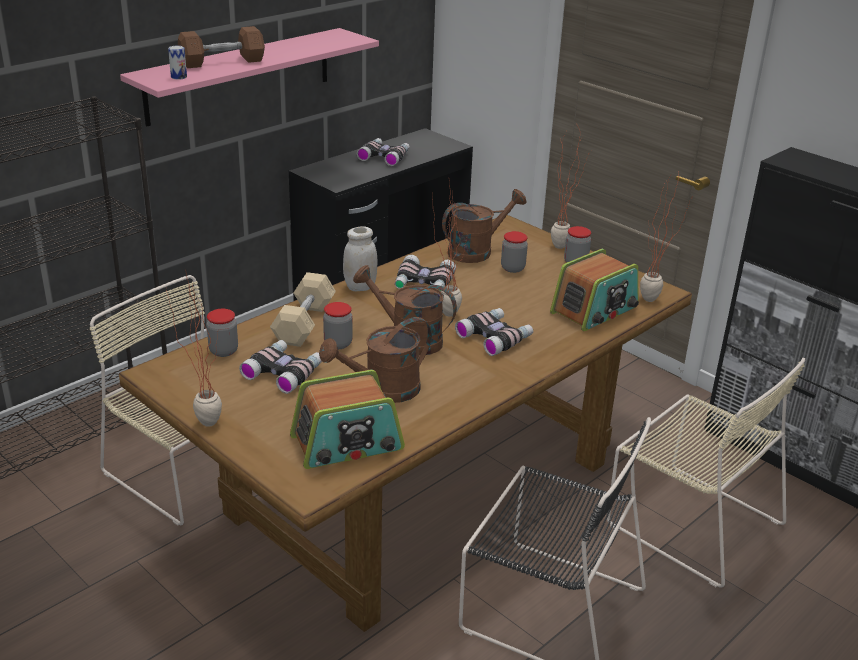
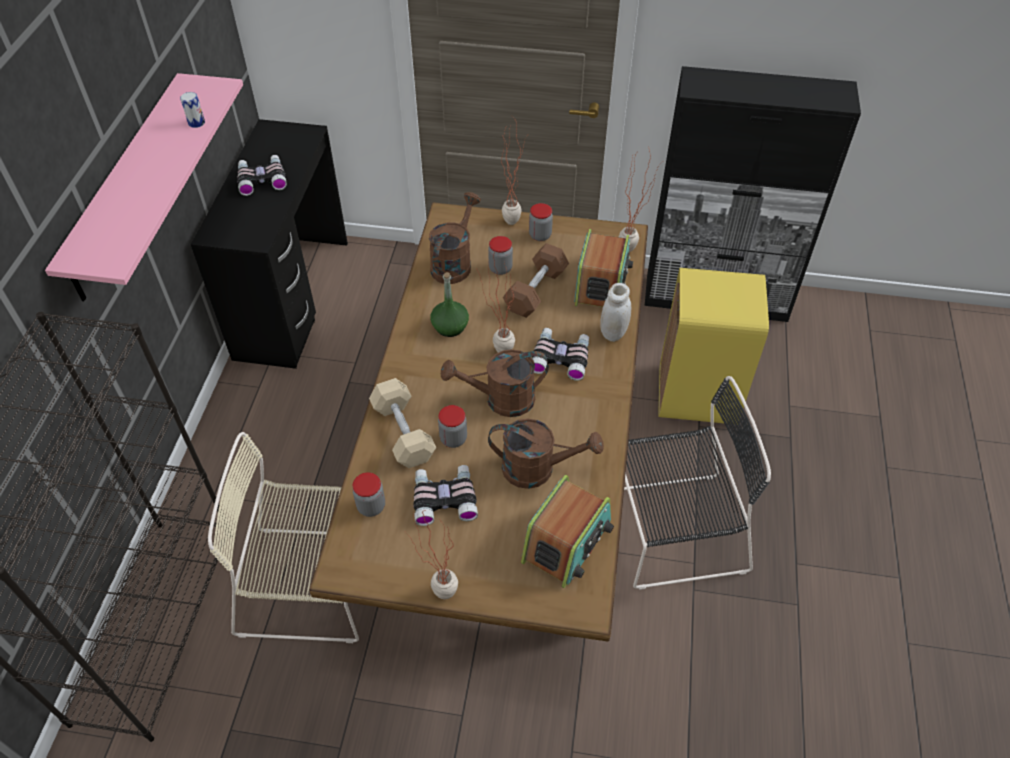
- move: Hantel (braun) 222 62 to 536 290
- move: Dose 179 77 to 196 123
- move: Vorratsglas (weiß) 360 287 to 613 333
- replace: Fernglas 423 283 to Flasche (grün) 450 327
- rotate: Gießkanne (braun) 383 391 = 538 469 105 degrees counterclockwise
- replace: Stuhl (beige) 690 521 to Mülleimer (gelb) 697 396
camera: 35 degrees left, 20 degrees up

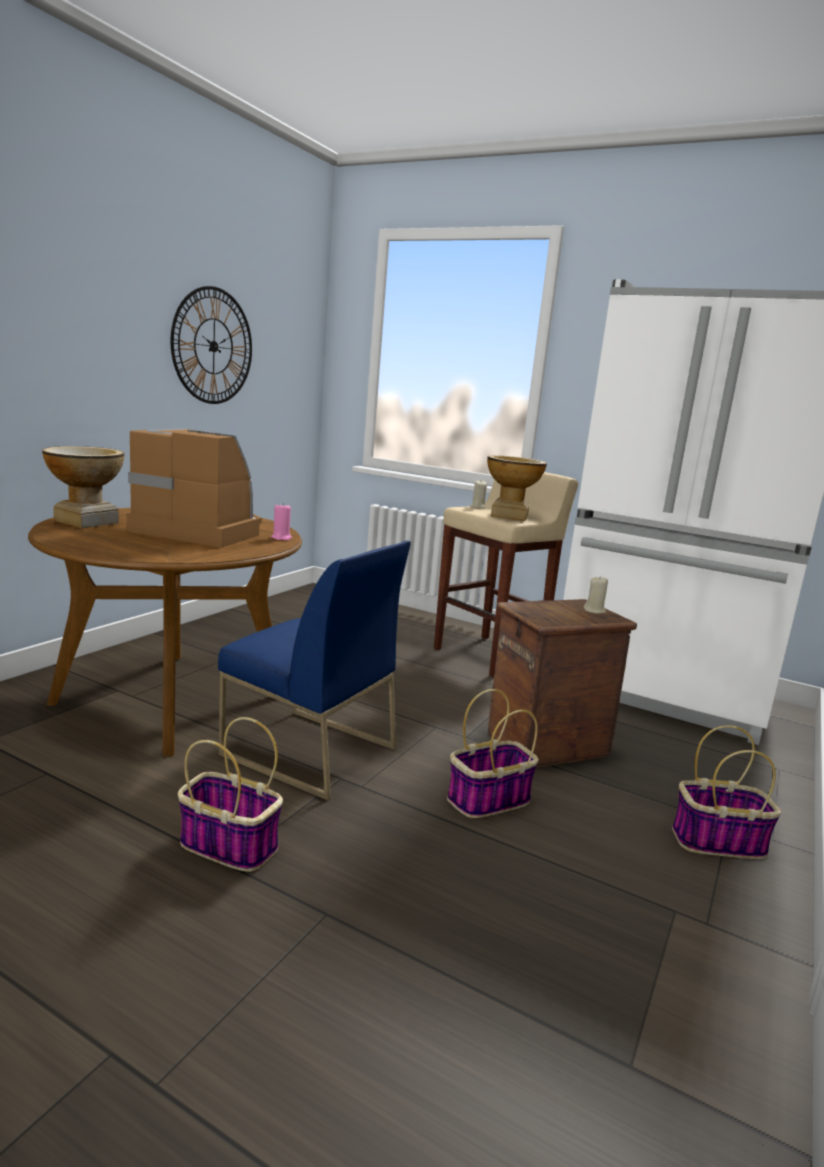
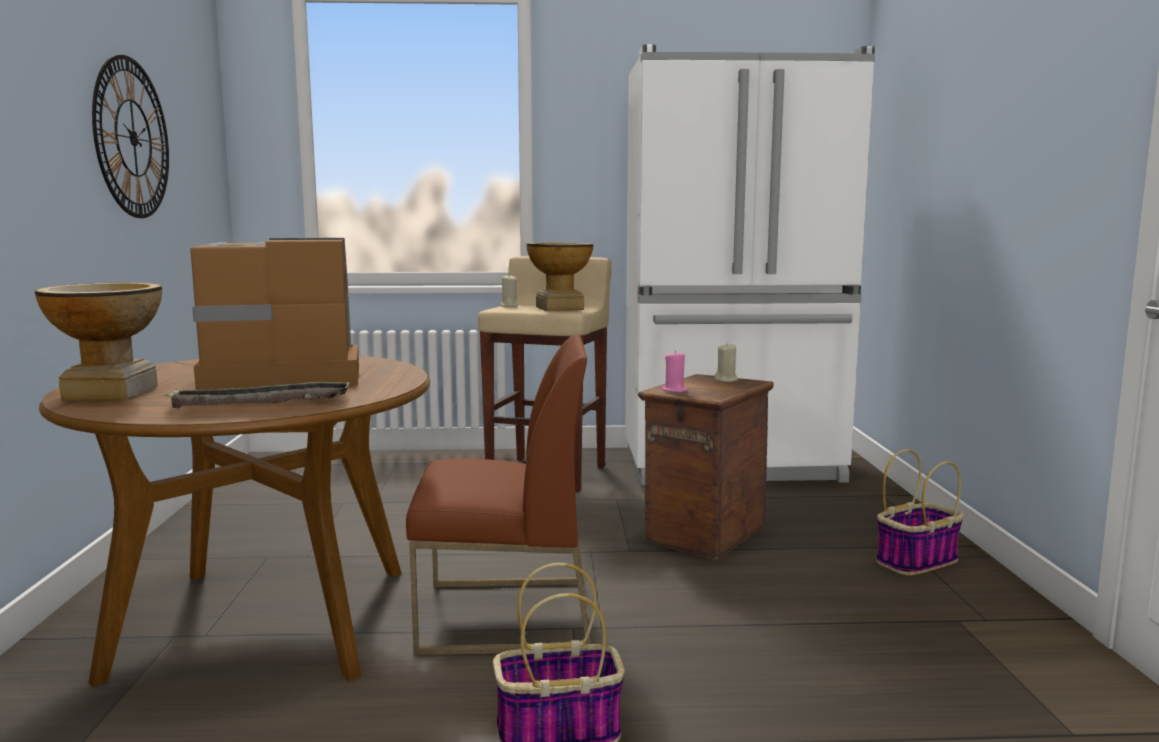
- move: Kerze (rosa) 281 538 to 675 390
- recolor: Stuhl (blau) 307 751 to Stuhl (braun) 504 616
- delete: Korb 488 800
- insert: Tablett 261 403
camera: 30 degrees left, 5 degrees down

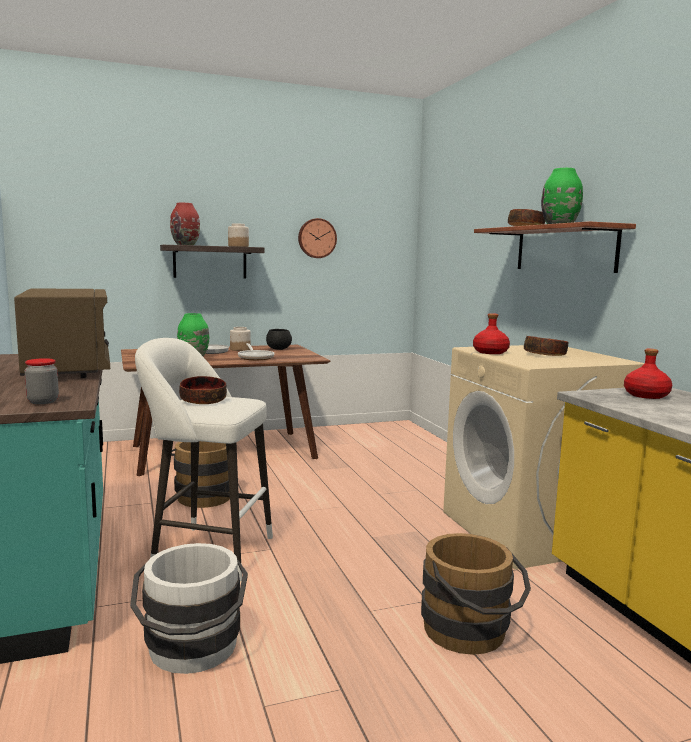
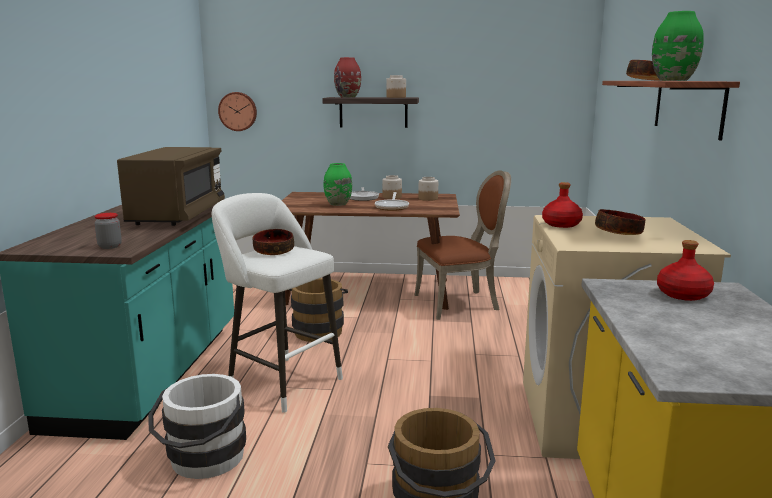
- move: Wanduhr 316 238 to 238 111
- replace: Schüssel (schwarz) 278 349 to Vorratsglas 427 198
- insert: Stuhl (braun) 460 303
camera: 25 degrees right, 5 degrees up

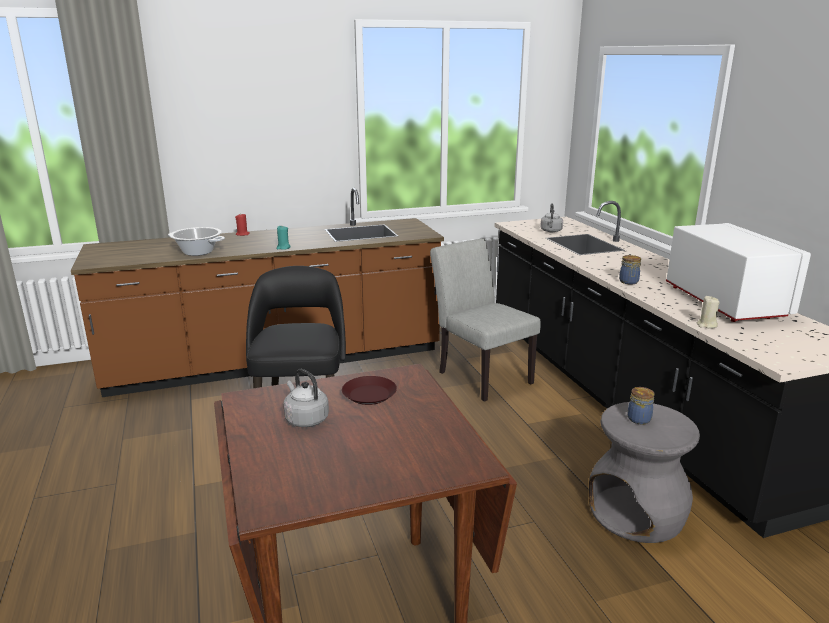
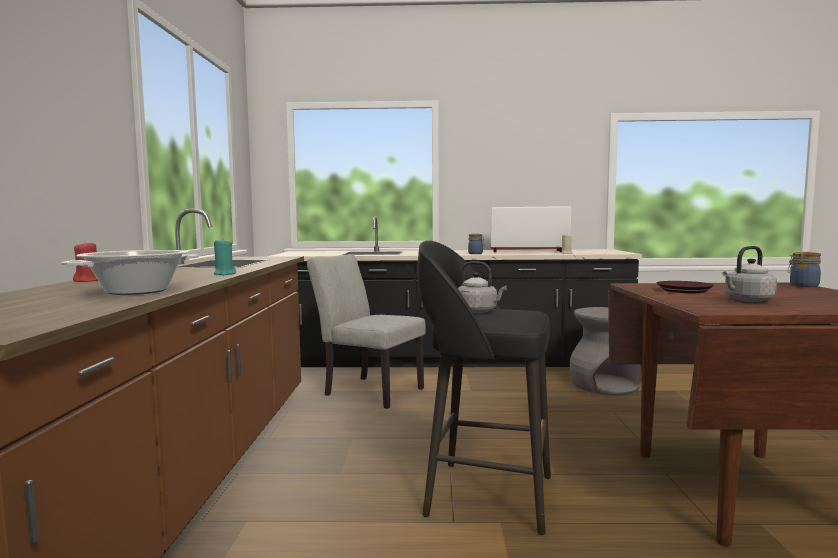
- move: Wasserkessel (grau) 551 231 to 479 311
- rotate: Stuhl (grau) 480 375 = 368 390 45 degrees clockwise
- move: Vorratsglas 639 418 to 802 285
camera: 70 degrees left, 15 degrees down

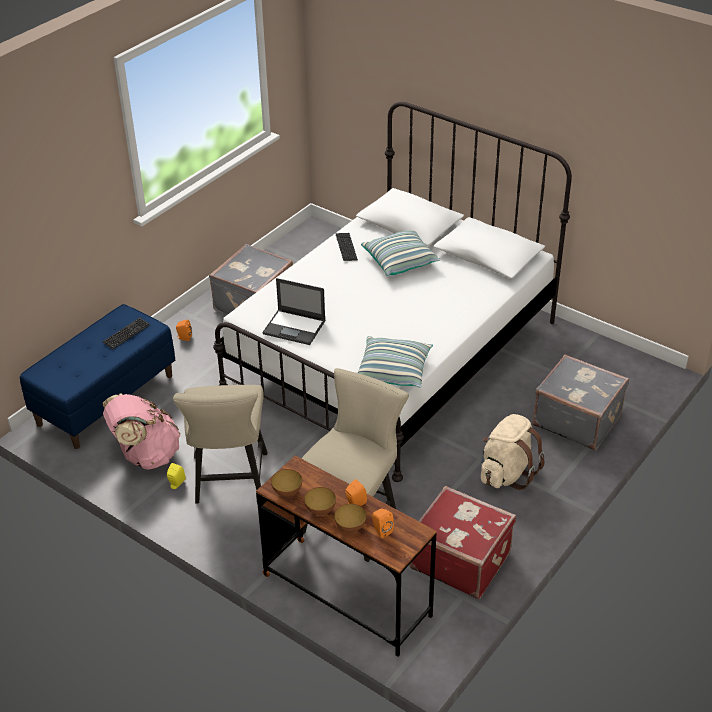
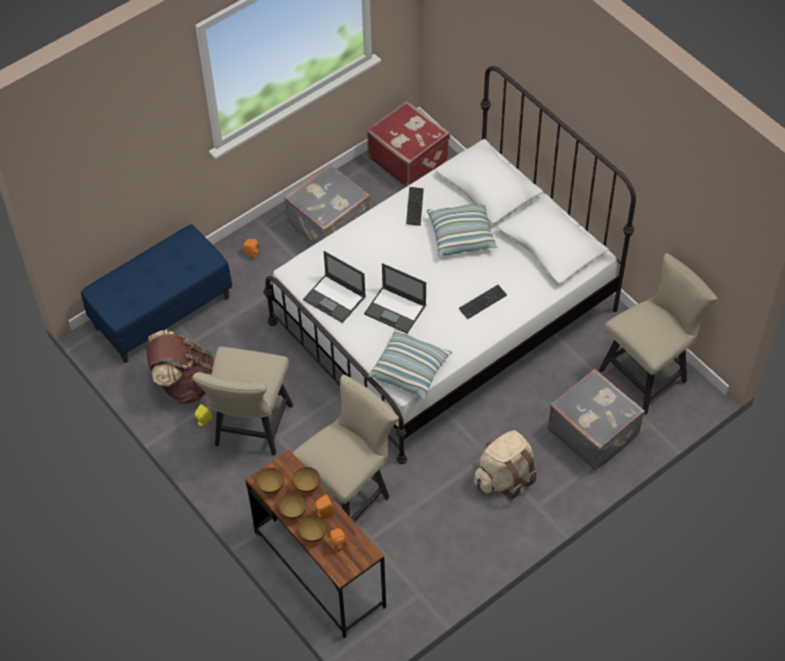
- move: Tastatur 126 334 to 482 302
- recolor: Rucksack (rosa) 146 455 to Rucksack (braun) 184 383
- move: Koffer (rot) 460 559 to 408 159
- insert: Stuhl (beige) 648 373
- insert: Laptop 396 310
- insert: Schüssel 307 486
camera: 15 degrees right, 15 degrees up

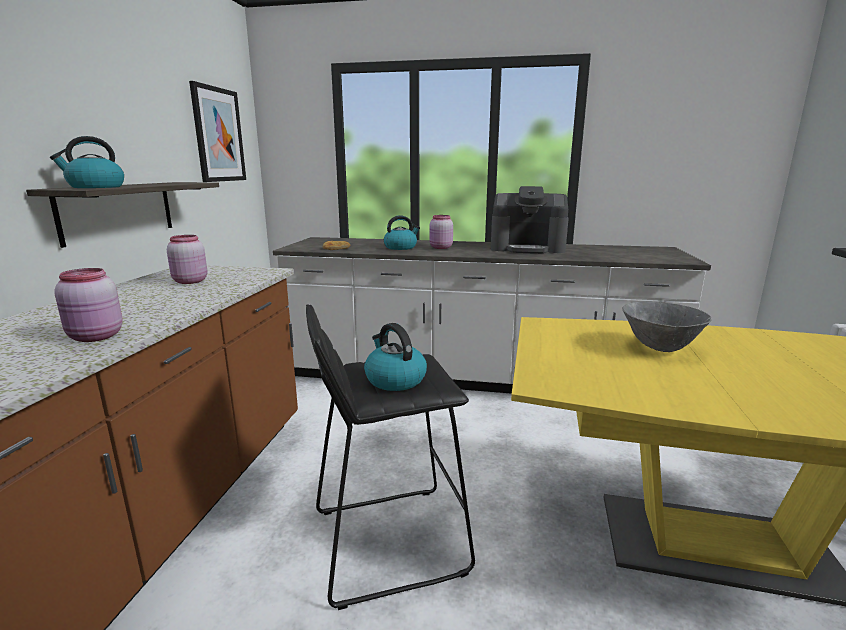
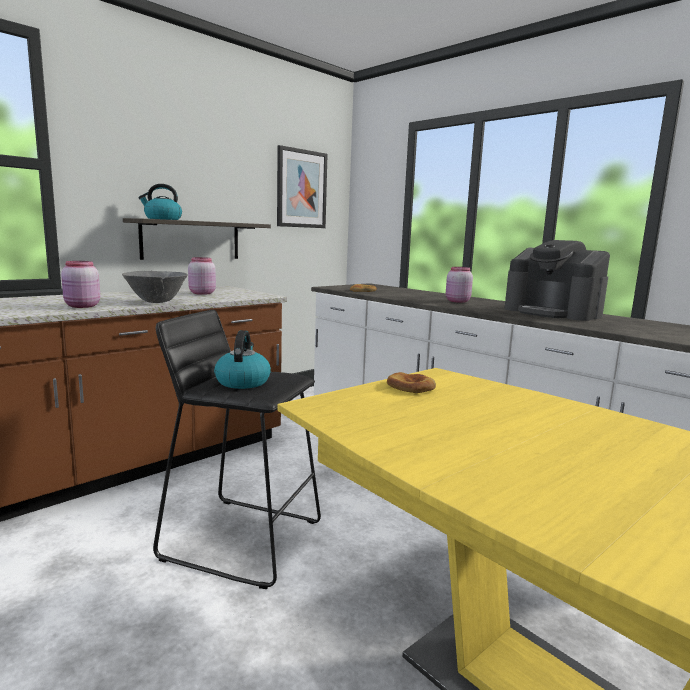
- delete: Wasserkessel 401 247
- move: Schüssel (grau) 659 348 to 157 302
- insert: Brot 411 387
camera: 35 degrees right, 5 degrees down

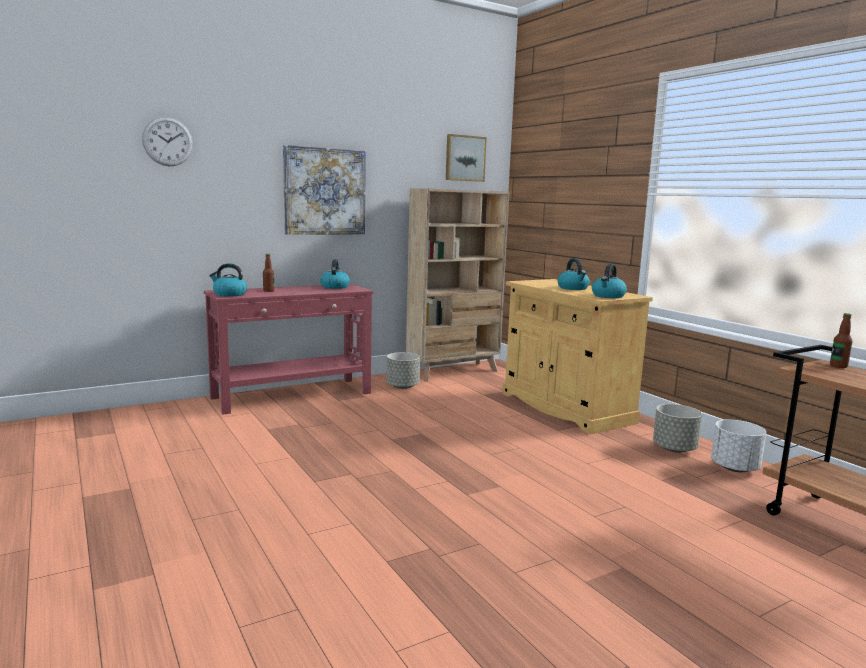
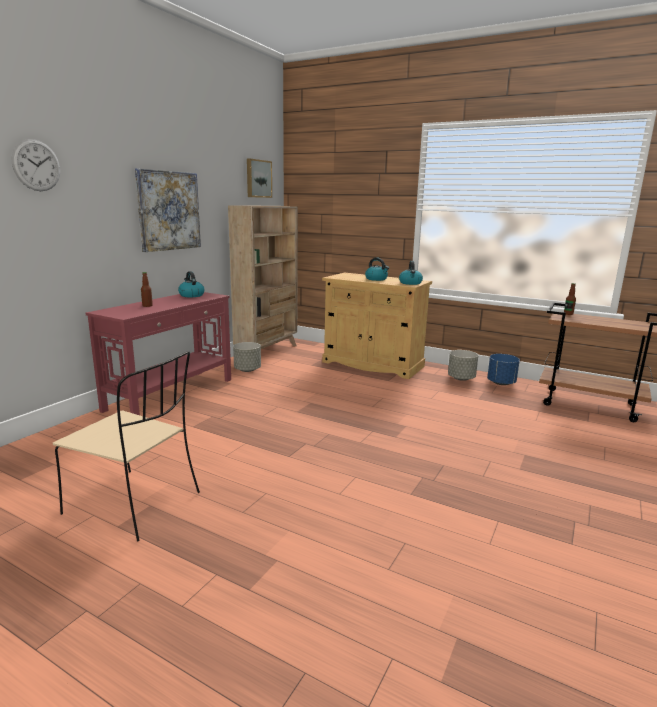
- delete: Wasserkessel 229 294
- recolor: Pflanzkübel (weiß) 734 468 to Pflanzkübel (blau) 501 383
- insert: Stuhl (beige) 136 504
camera: 30 degrees left, 5 degrees up

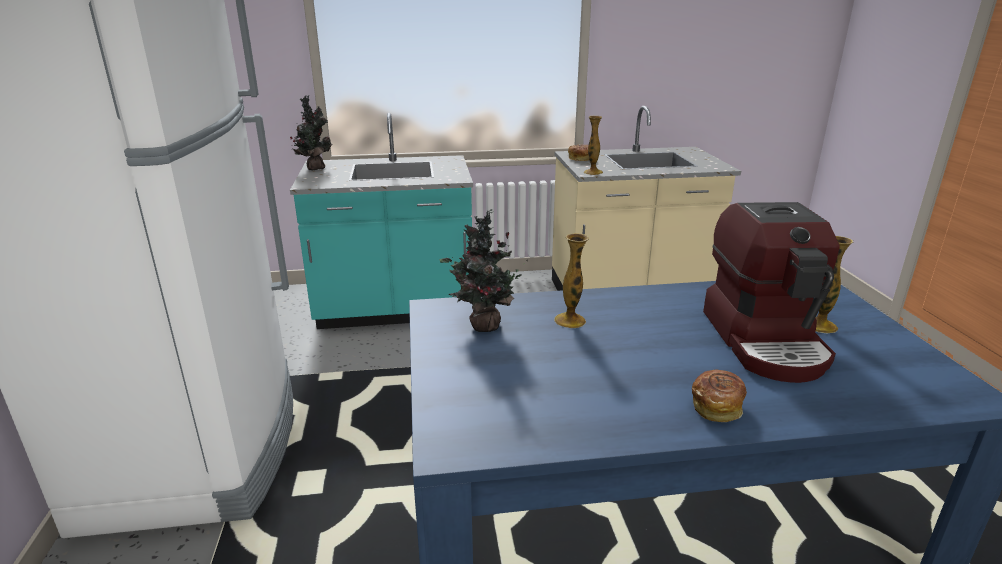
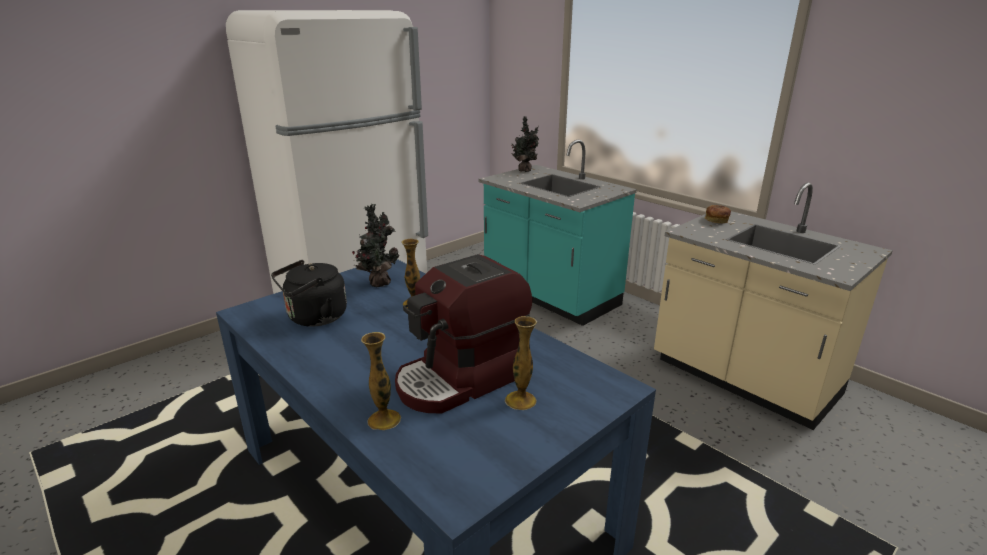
- move: Vase 593 172 to 384 420
- delete: Brot 717 406
- insert: Wasserkessel (schwarz) 314 318
camera: 55 degrees right, 0 degrees up

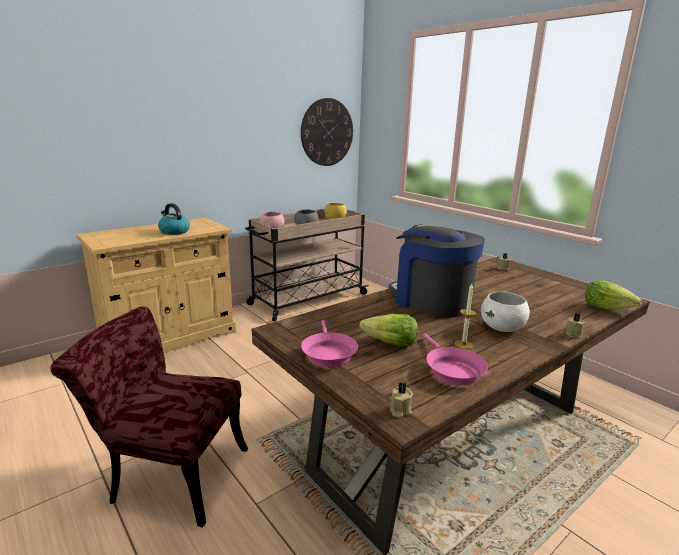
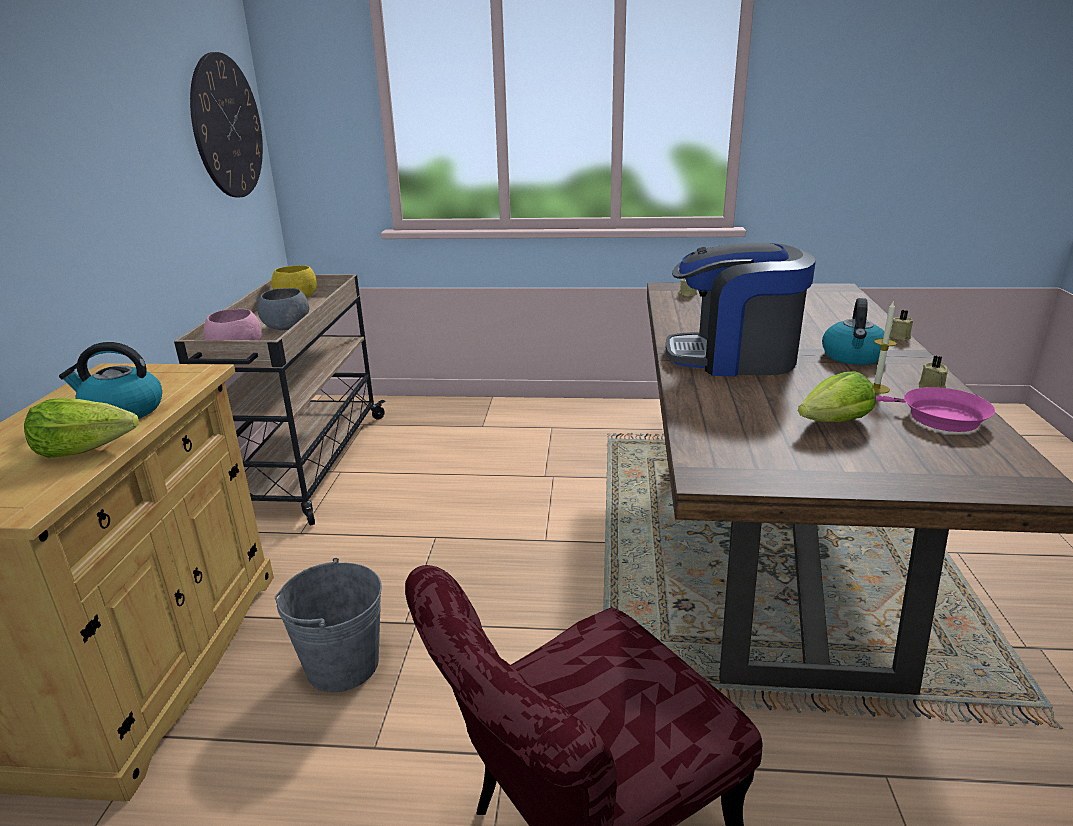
- move: Salatkopf 606 307 to 86 449
- replace: Schüssel (weiß) 502 328 to Wasserkessel 853 356
- delete: Pfanne (rosa) 328 353
- move: Kerze (beige) 399 410 to 931 387
- insert: Eimer (grau) 342 665
camera: 45 degrees left, 5 degrees up

